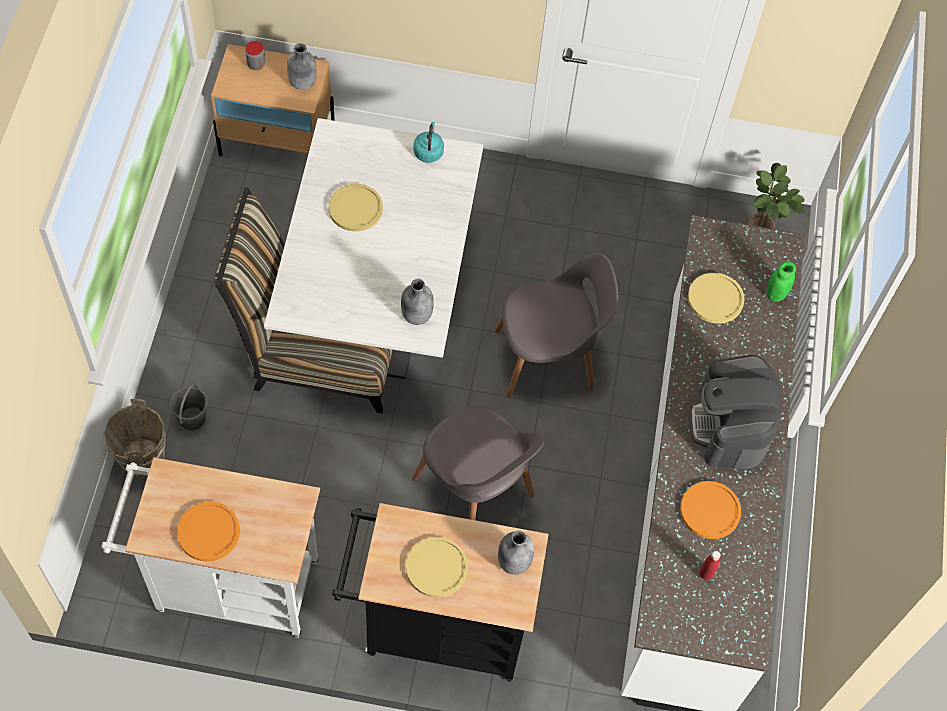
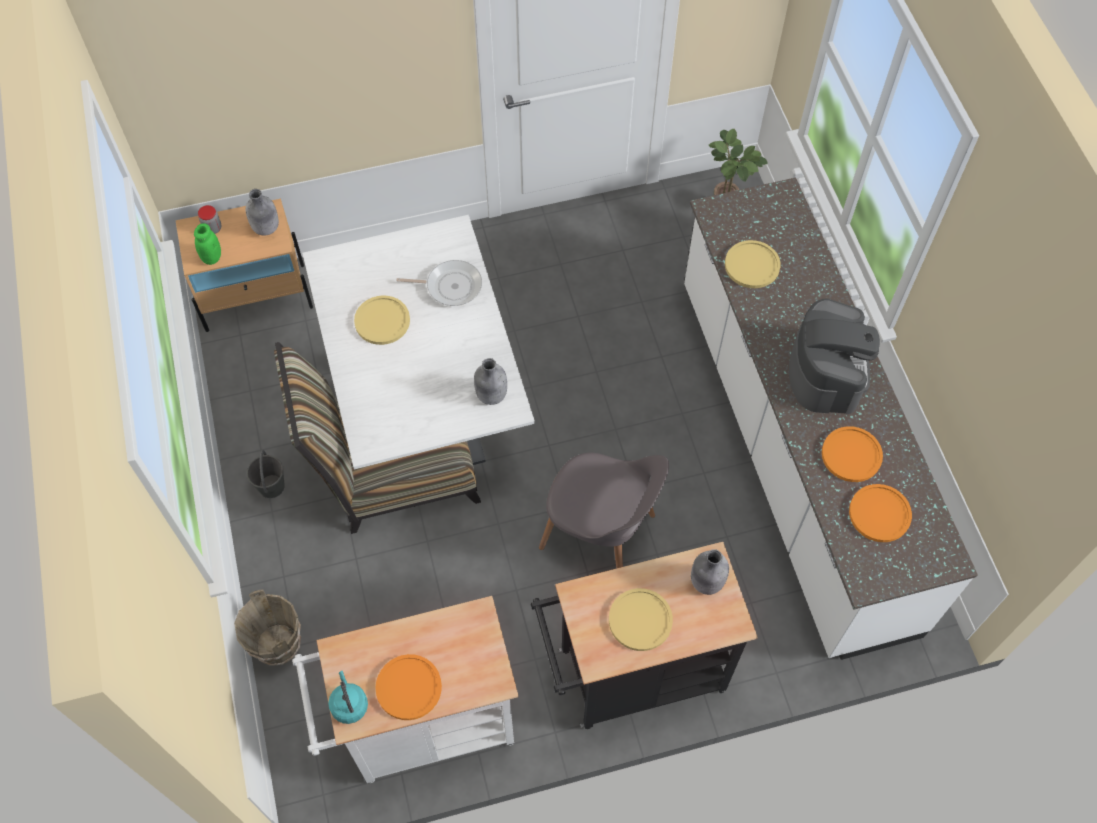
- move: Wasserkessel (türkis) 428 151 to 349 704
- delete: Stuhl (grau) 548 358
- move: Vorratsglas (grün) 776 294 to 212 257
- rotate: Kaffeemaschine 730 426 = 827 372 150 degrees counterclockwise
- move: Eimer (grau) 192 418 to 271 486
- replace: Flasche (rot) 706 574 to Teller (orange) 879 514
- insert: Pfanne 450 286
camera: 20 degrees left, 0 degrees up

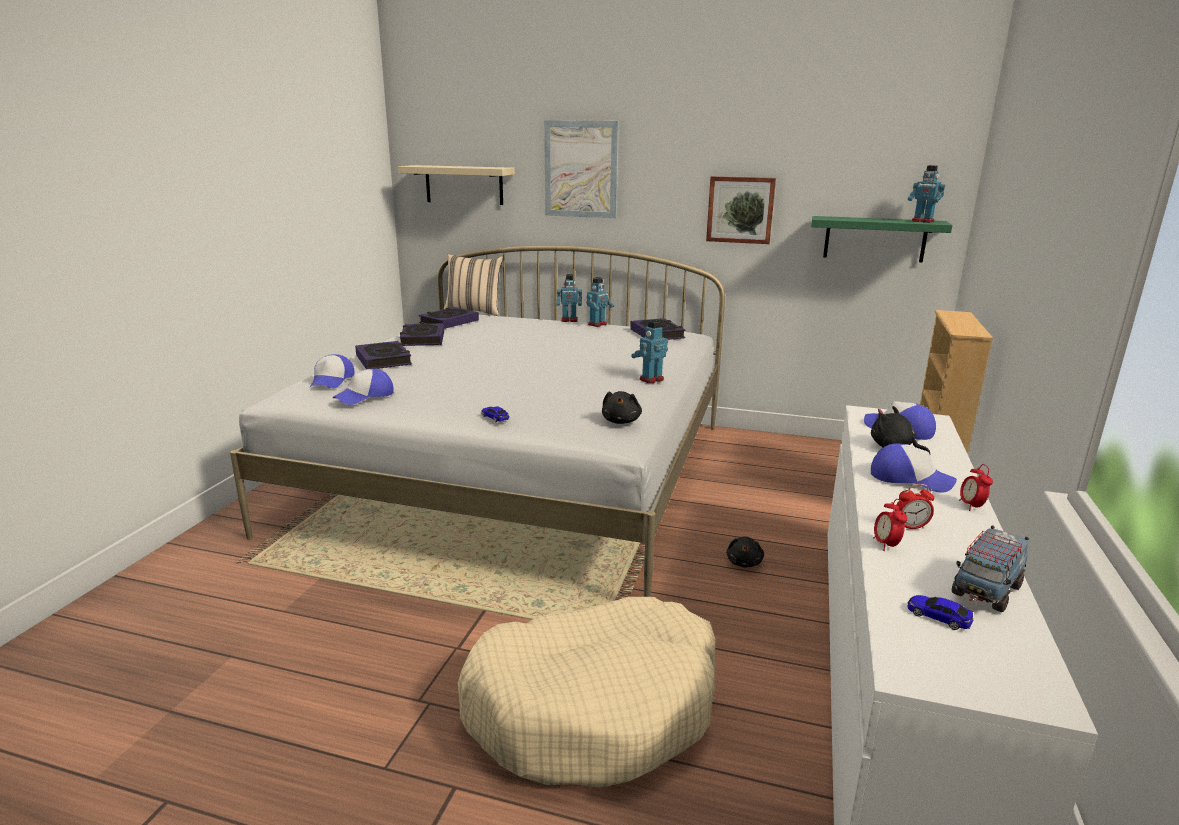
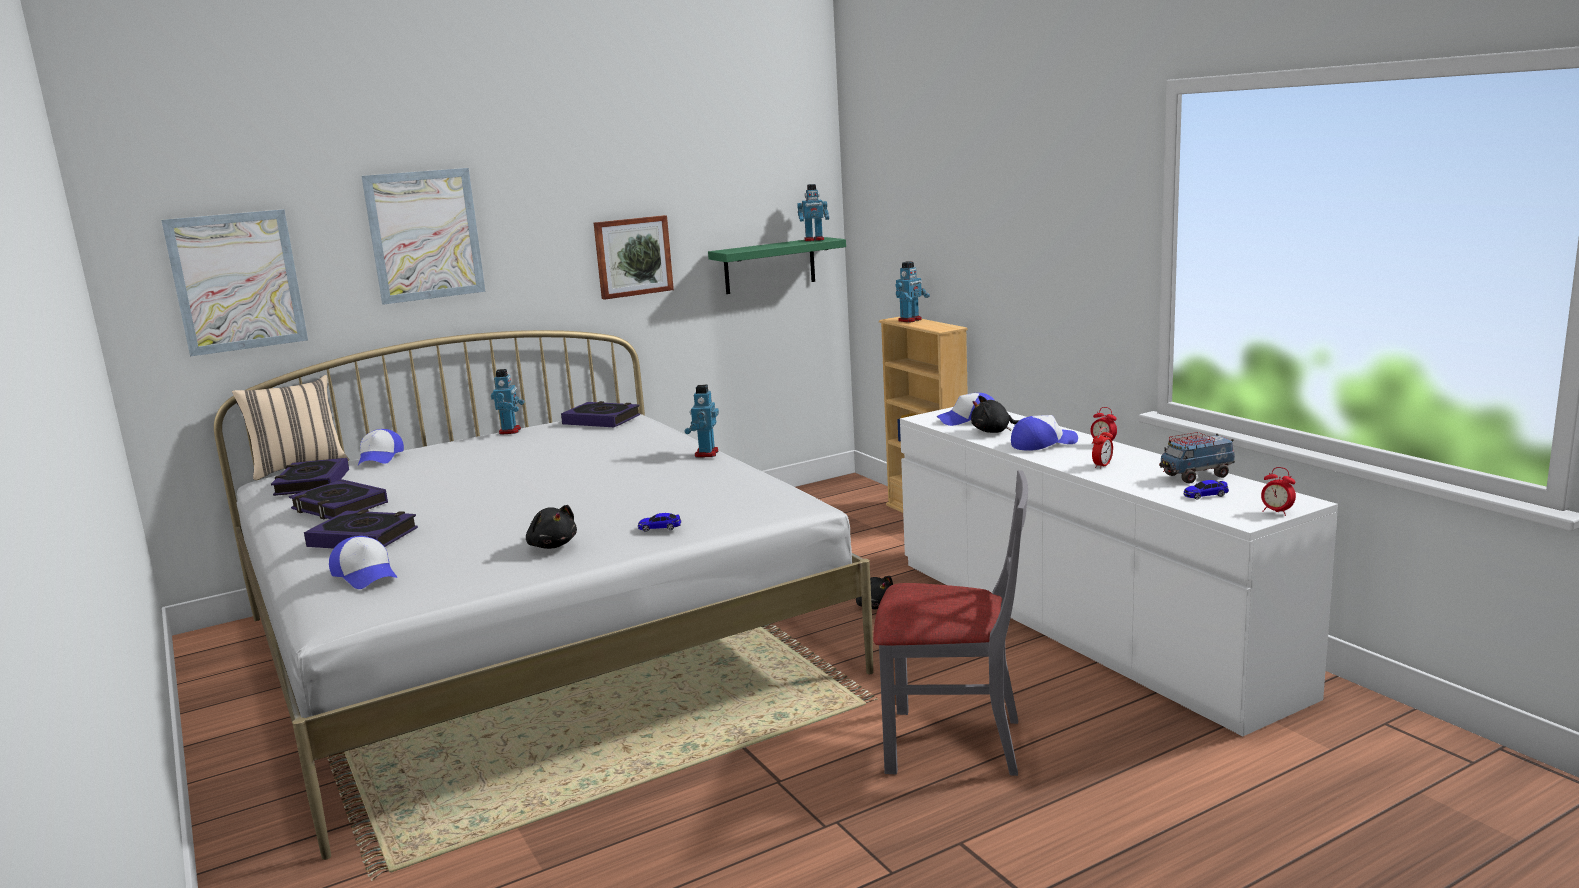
- replace: Wandregal (beige) 464 185 to Bild 237 282
- move: Spielzeugroboter 569 320 to 910 320
- move: Kappe 365 396 to 380 457
- move: Plüschtier (schwarz) 621 421 to 552 545
- move: Wecker 886 545 to 1276 512
- rotate: Spielzeuglaster 986 590 = 1196 476 75 degrees clockwise
- replace: Hundebett (beige) 594 707 to Stuhl (grau) 953 743
camera: 45 degrees left, 5 degrees down

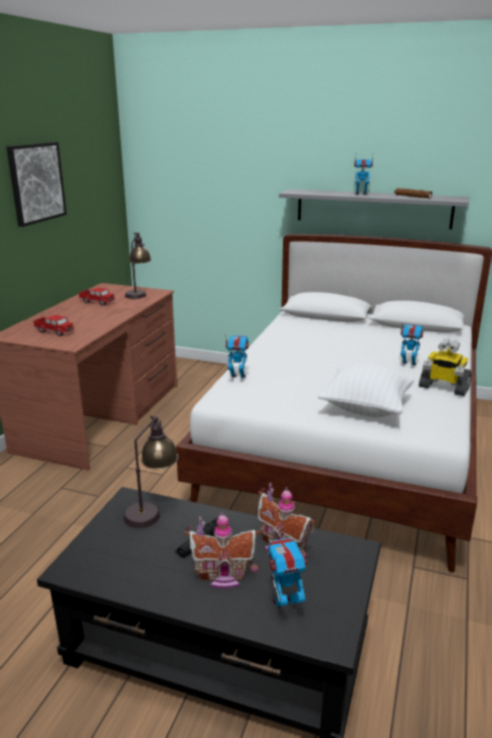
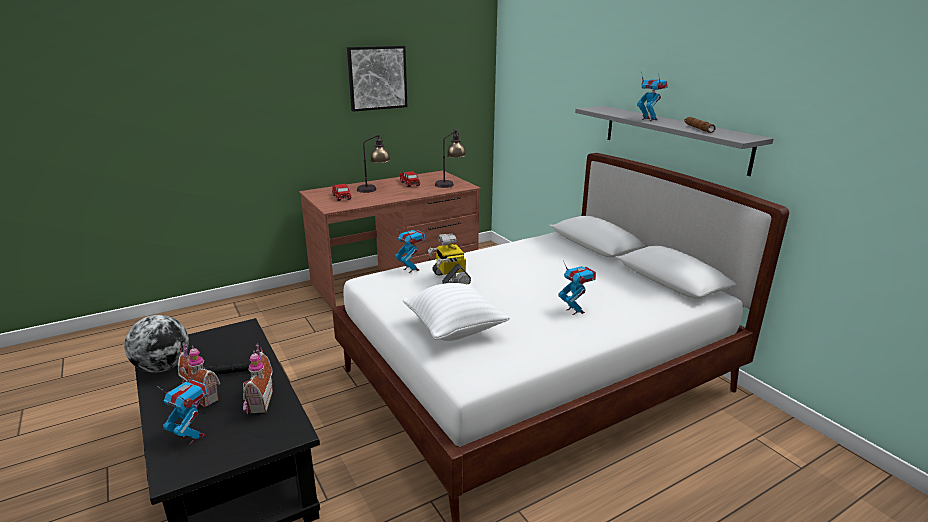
- move: Spielzeugroboter 443 387 to 450 279
- move: Tischlampe 152 509 to 374 189
- insert: Globus 163 367
camera: 40 degrees right, 0 degrees up

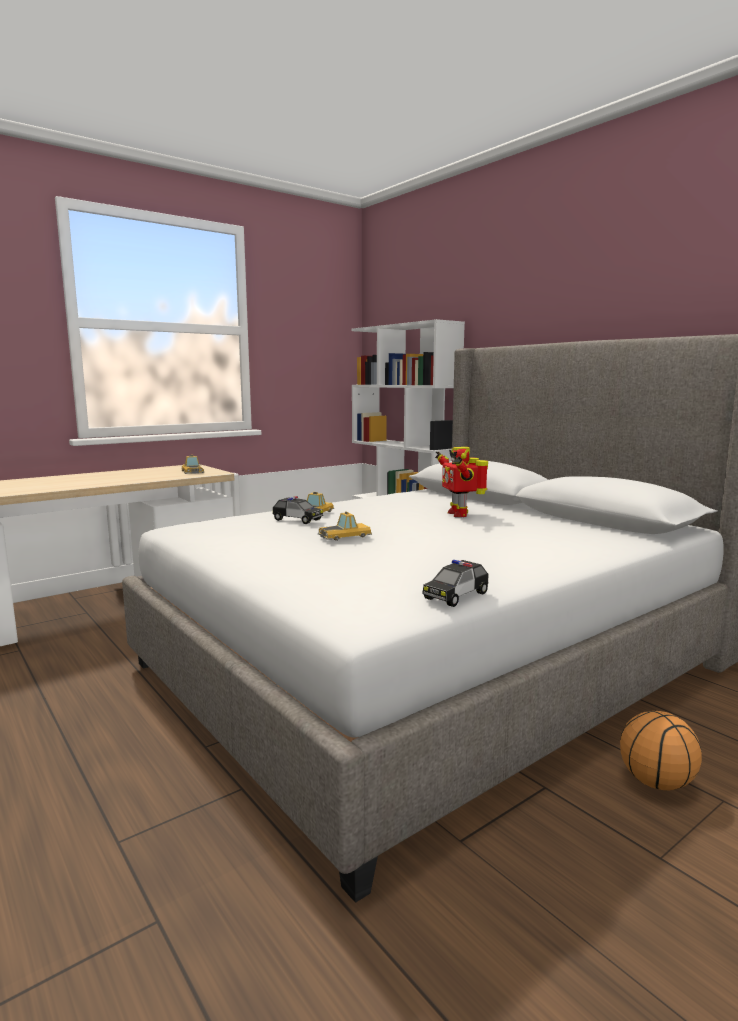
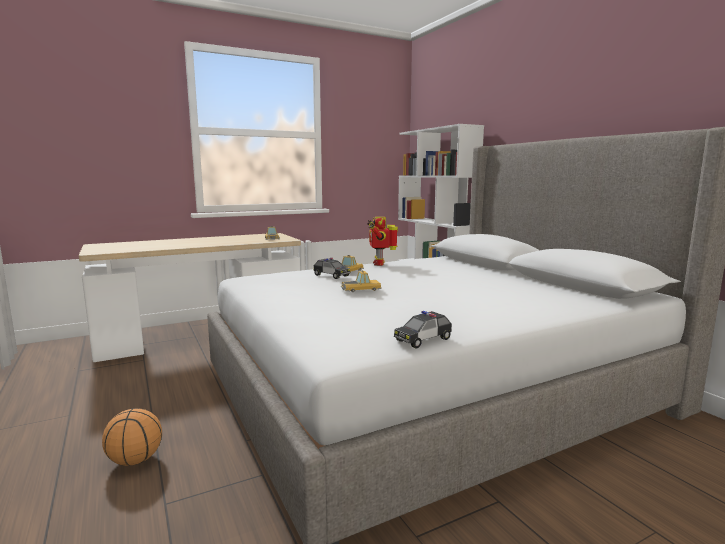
- move: Spielzeugroboter 459 514 to 380 263
- move: Basketball 656 783 to 134 460
camera: 10 degrees right, 0 degrees up

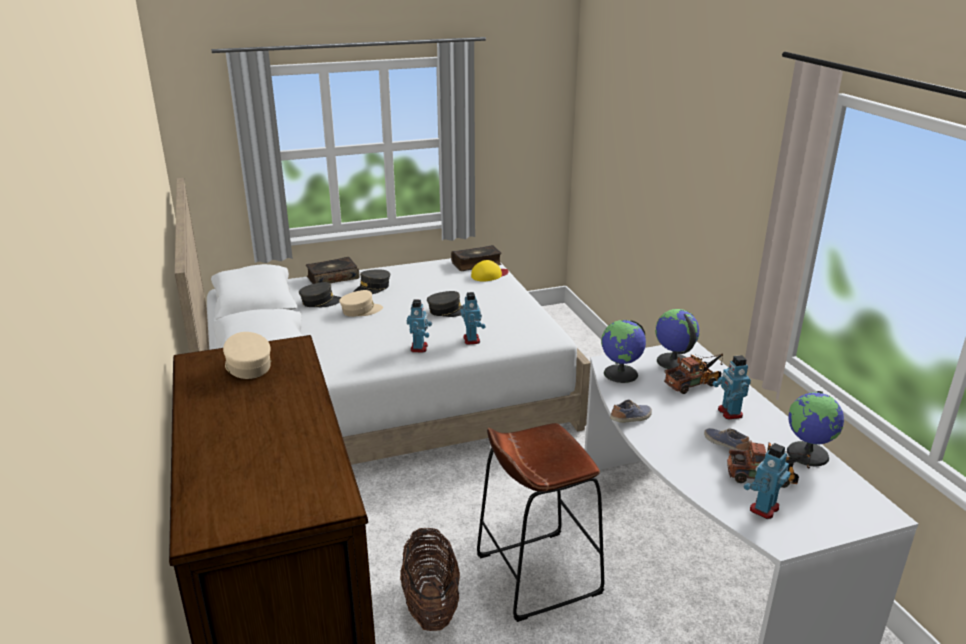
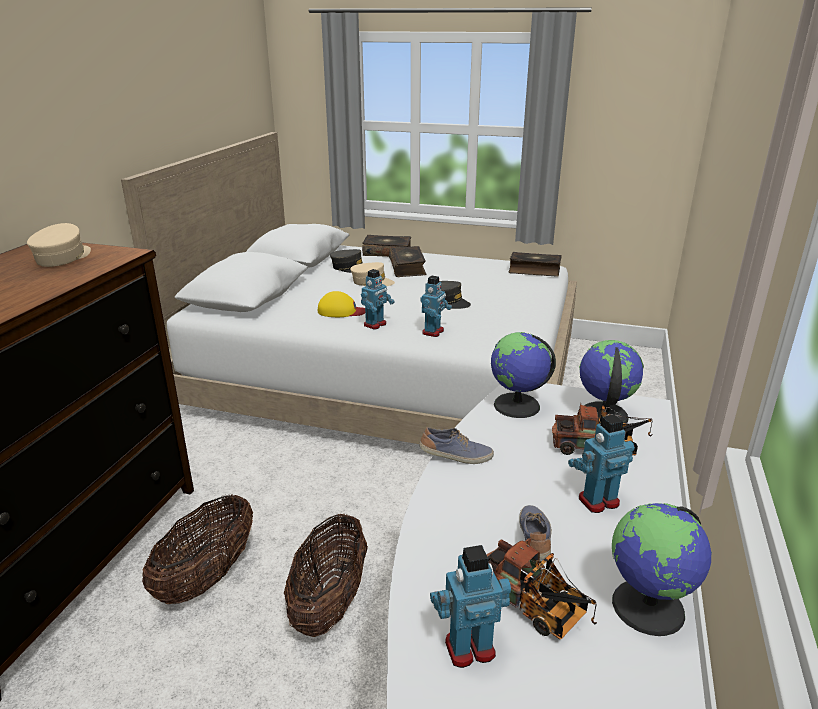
- move: Kappe (gelb) 489 275 to 341 311
- replace: Kappe (grau) 372 288 to Buch 408 268
- rotate: Spielzeugroboter 729 413 = 598 500 45 degrees clockwise
- replace: Hocker (braun) 537 574 to Korb 330 603
camera: 35 degrees right, 0 degrees up

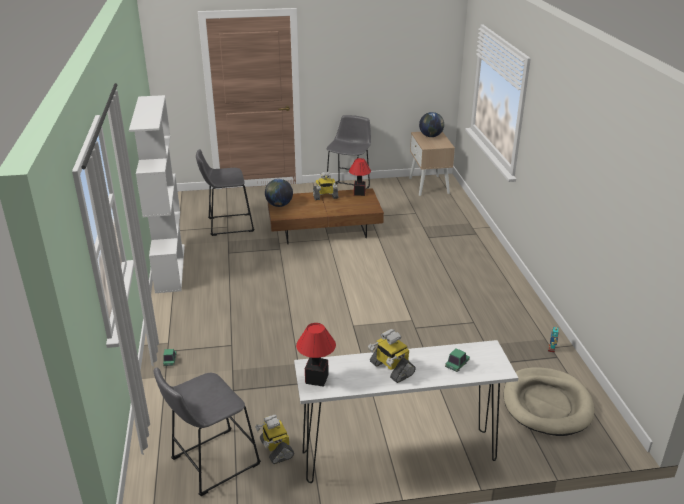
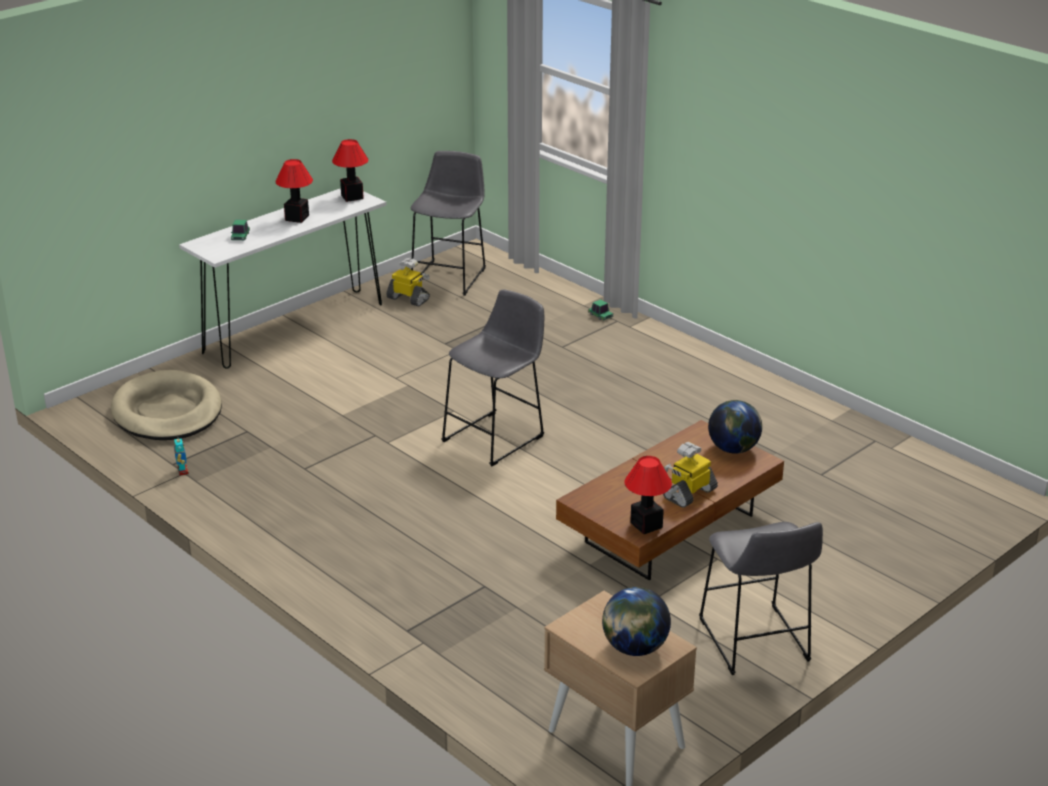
- delete: Bücherregal (weiß) 170 267
- move: Hocker (grau) 227 225 to 497 437
- replace: Spielzeugroboter 391 369 to Tischlampe 296 218
camera: 145 degrees right, 0 degrees up

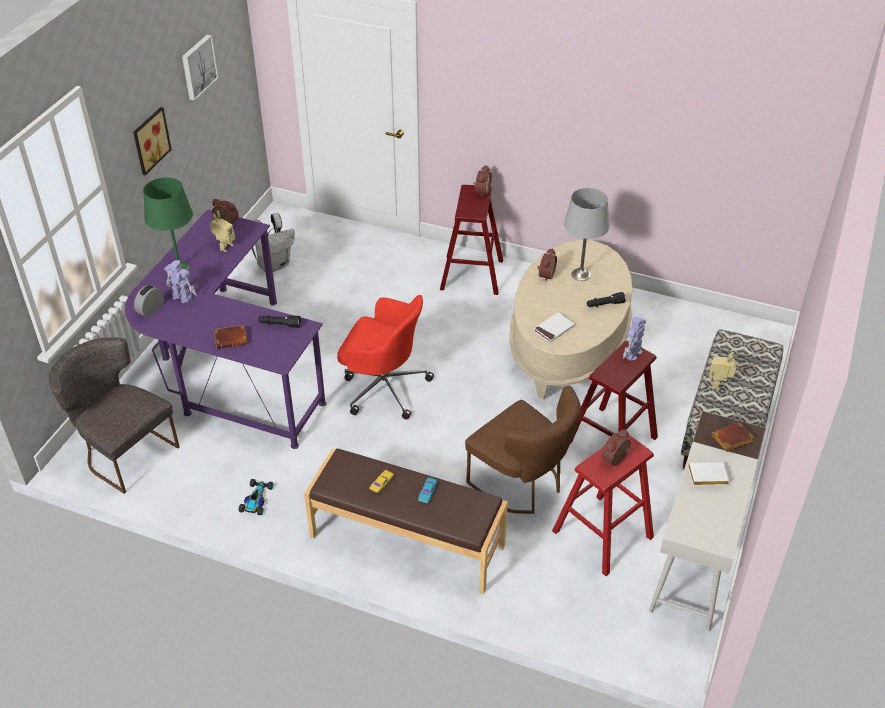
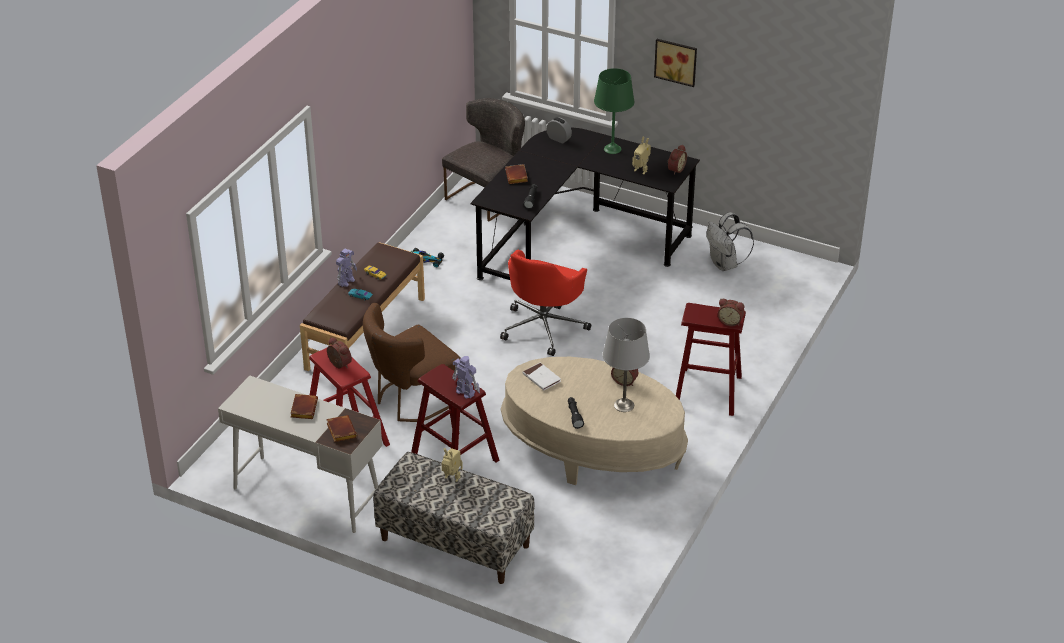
- delete: Bild 198 67
- recolor: Schreibtisch (lila) 228 370 to Schreibtisch (schwarz) 576 242
- move: Spielzeugroboter 182 297 to 346 281
- recolor: Buch (weiß) 706 477 to Buch (braun) 303 408
camera: 95 degrees right, 5 degrees down

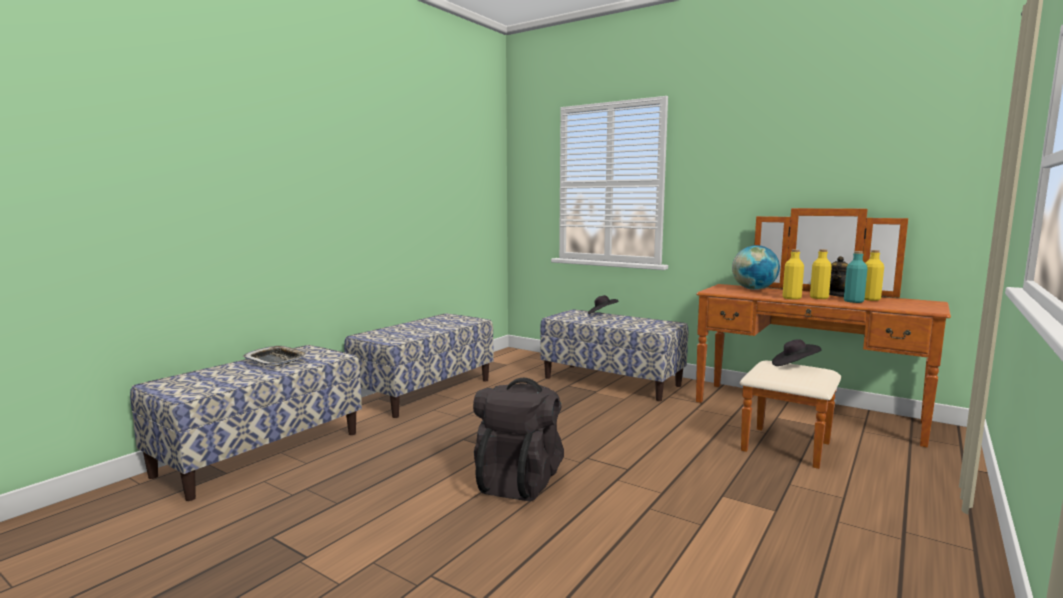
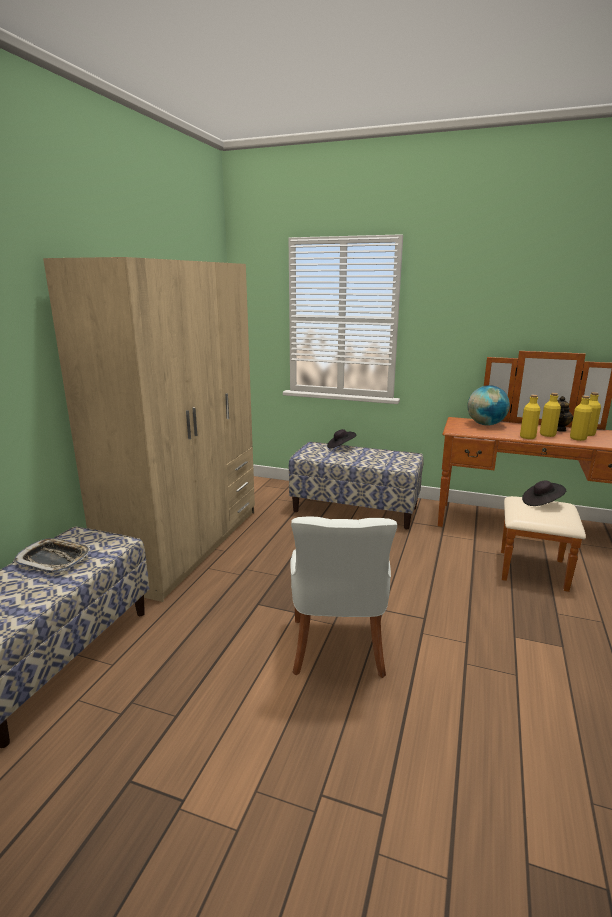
- recolor: Flasche (türkis) 853 301 to Flasche (gelb) 578 438
- replace: Bank 425 391 to Kleiderschrank (beige) 187 544
- replace: Rucksack (schwarz) 519 480 to Stuhl (weiß) 338 649
camera: 15 degrees left, 10 degrees up

